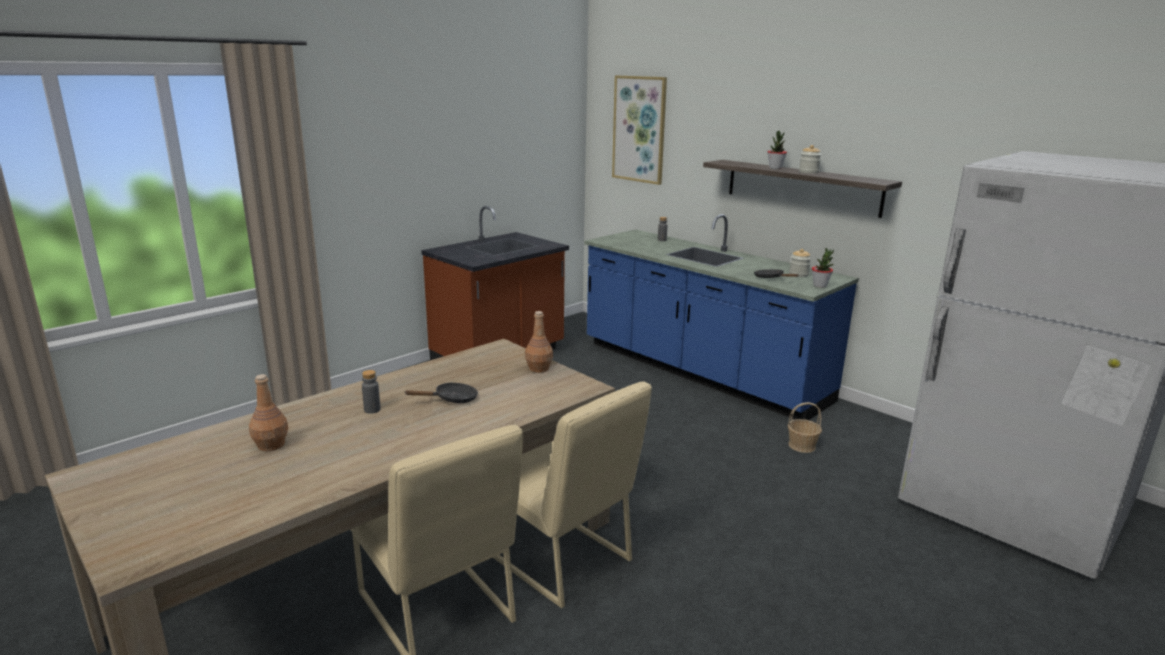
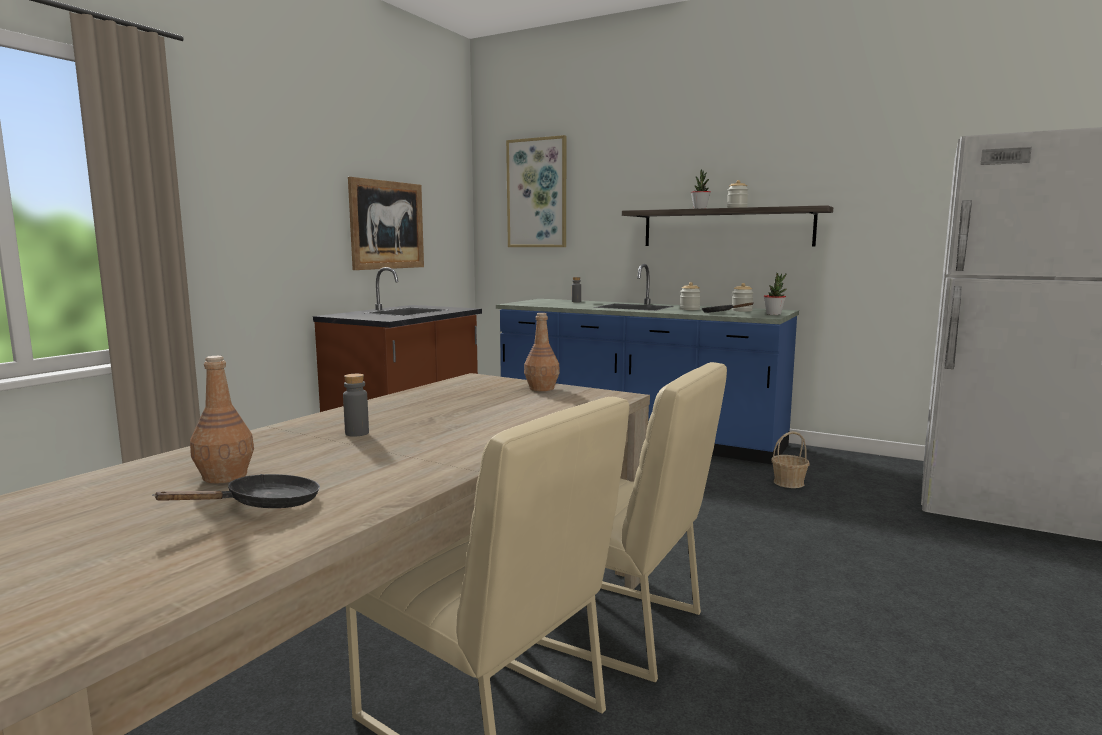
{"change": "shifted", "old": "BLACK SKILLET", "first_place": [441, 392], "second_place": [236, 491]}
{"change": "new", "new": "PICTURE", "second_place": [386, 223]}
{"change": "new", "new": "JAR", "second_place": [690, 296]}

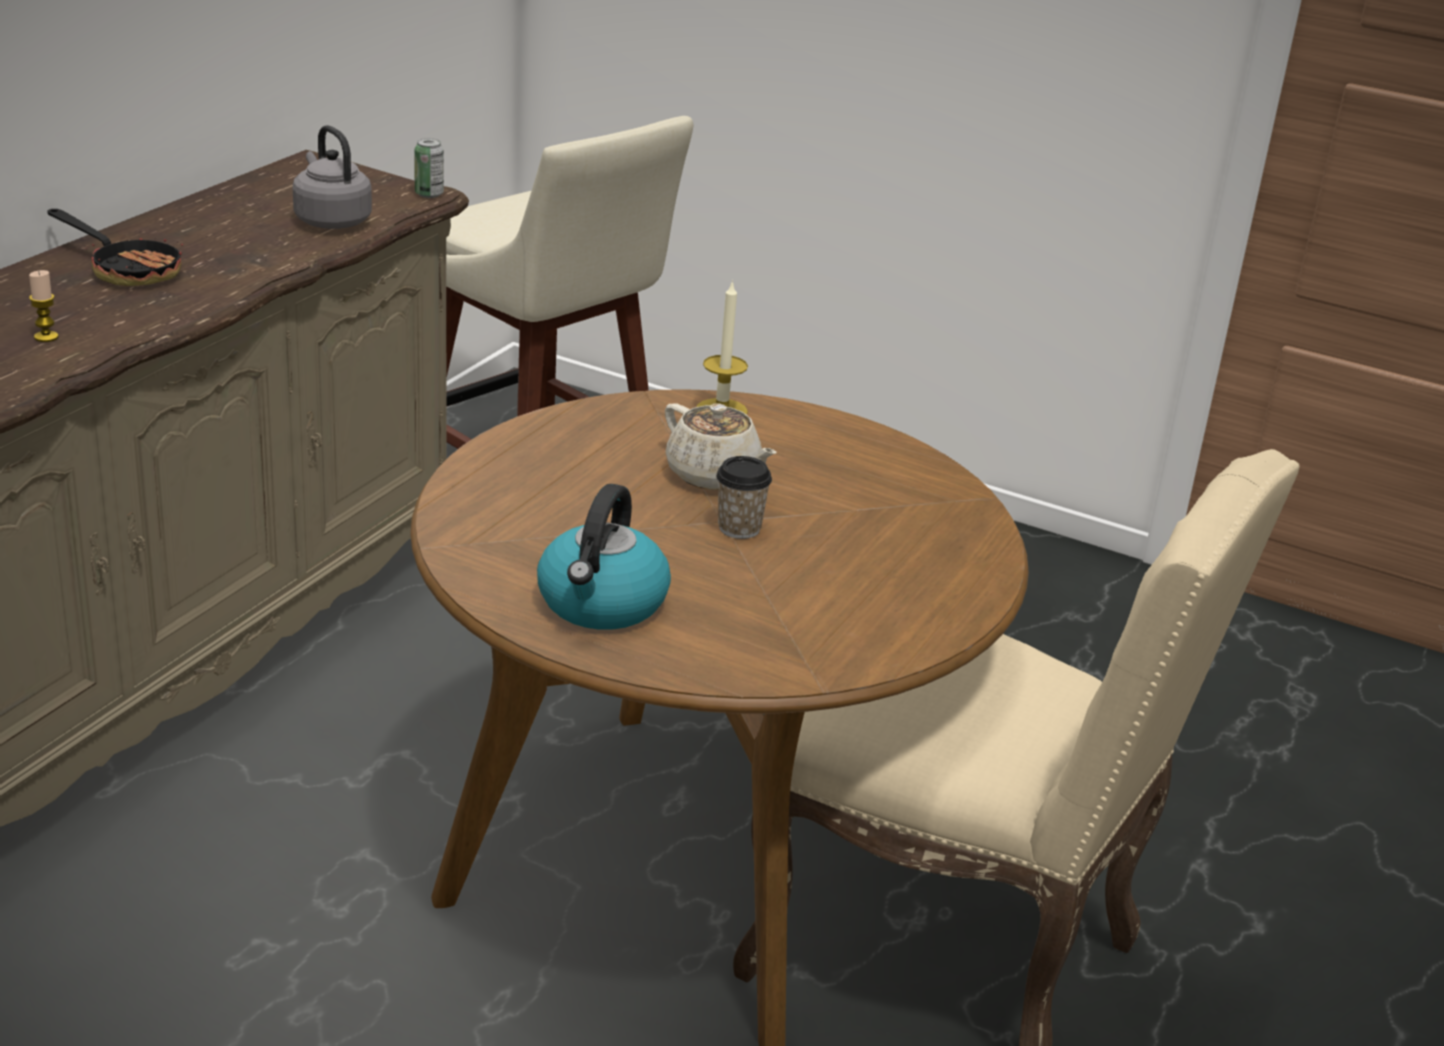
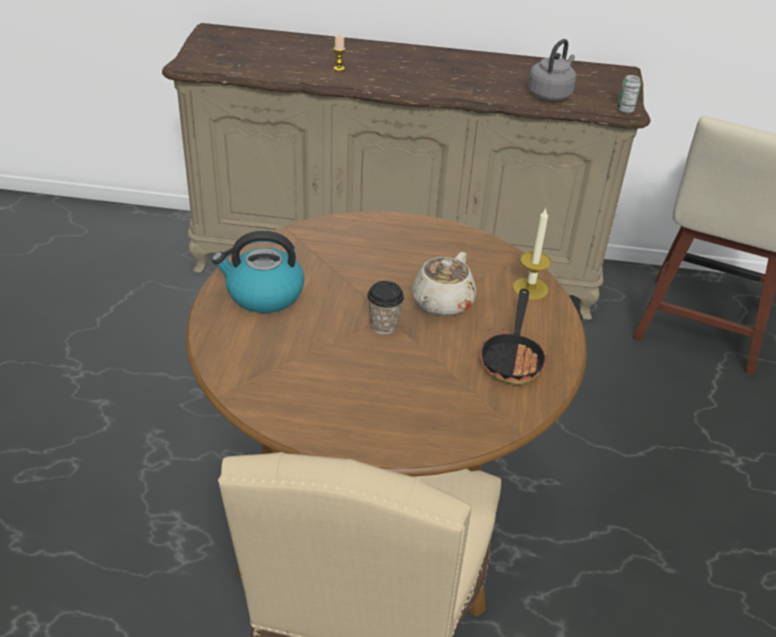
{"change": "shifted", "old": "SKILLET", "first_place": [115, 247], "second_place": [514, 337]}

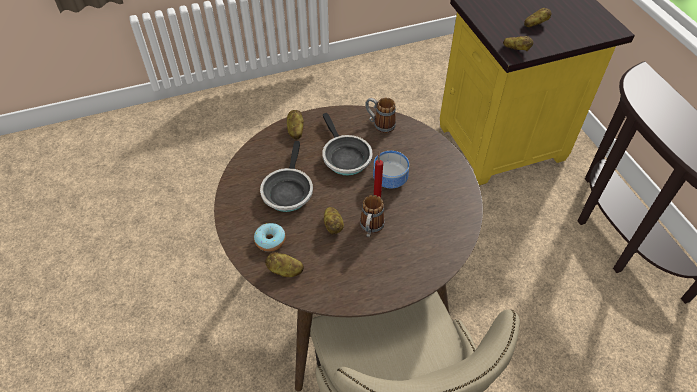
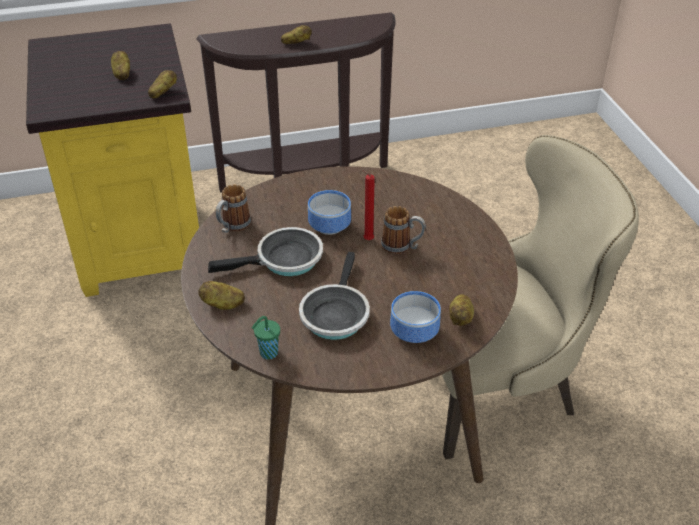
{"change": "new", "new": "GREENISH DRINKING CUP", "second_place": [266, 337]}
{"change": "shifted", "old": "WHOLE POTATO", "first_place": [334, 221], "second_place": [296, 34]}
{"change": "rotated", "old": "SKILLET", "first_place": [286, 176], "second_place": [334, 296], "degrees": 90}
{"change": "swapped", "old": "DONUT", "new": "BOWL", "first_place": [270, 237], "second_place": [415, 317]}

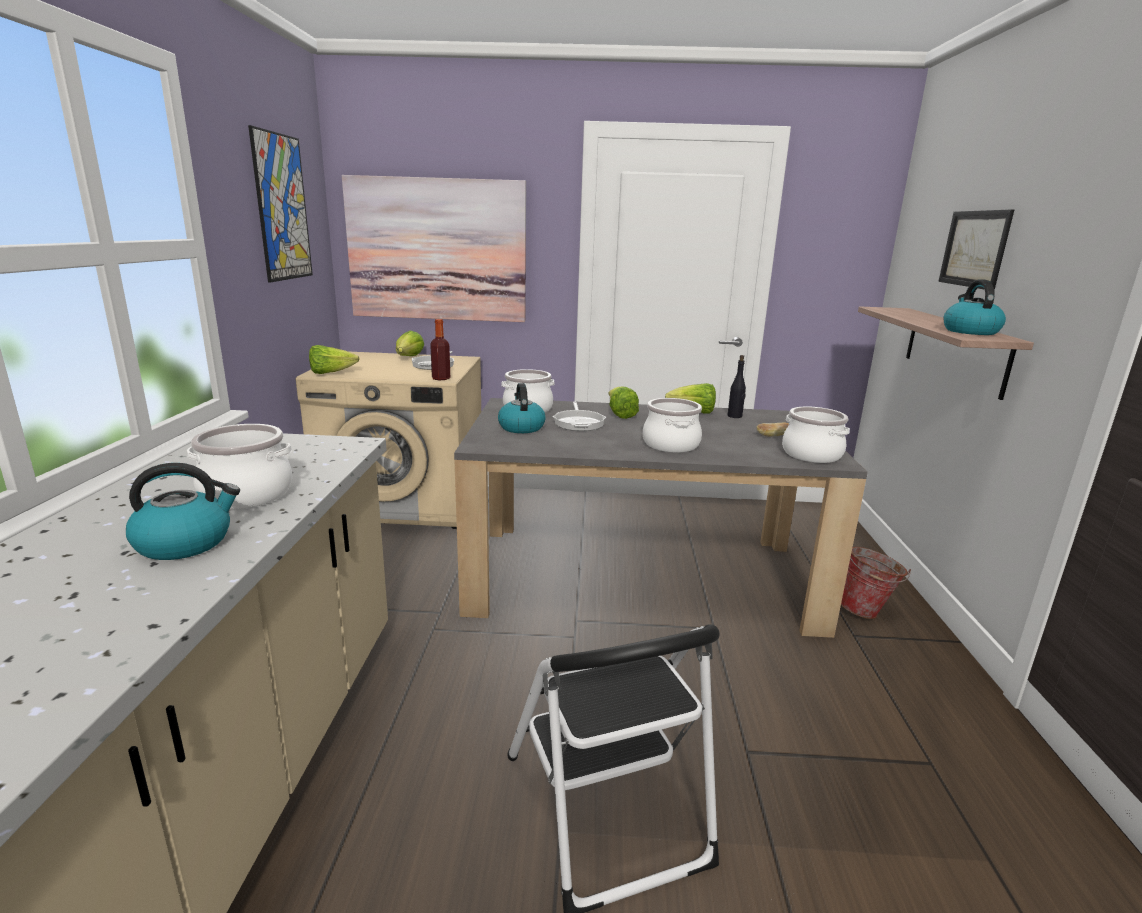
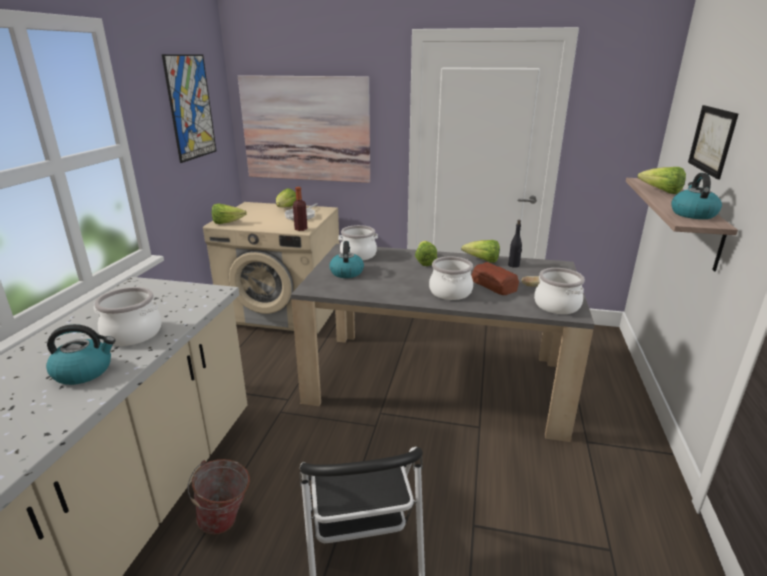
{"change": "shifted", "old": "PAIL", "first_place": [876, 583], "second_place": [219, 497]}
{"change": "new", "new": "BREAD", "second_place": [495, 278]}
{"change": "new", "new": "LETTUCE", "second_place": [662, 180]}
{"change": "gone", "old": "SKILLET", "first_place": [579, 416]}

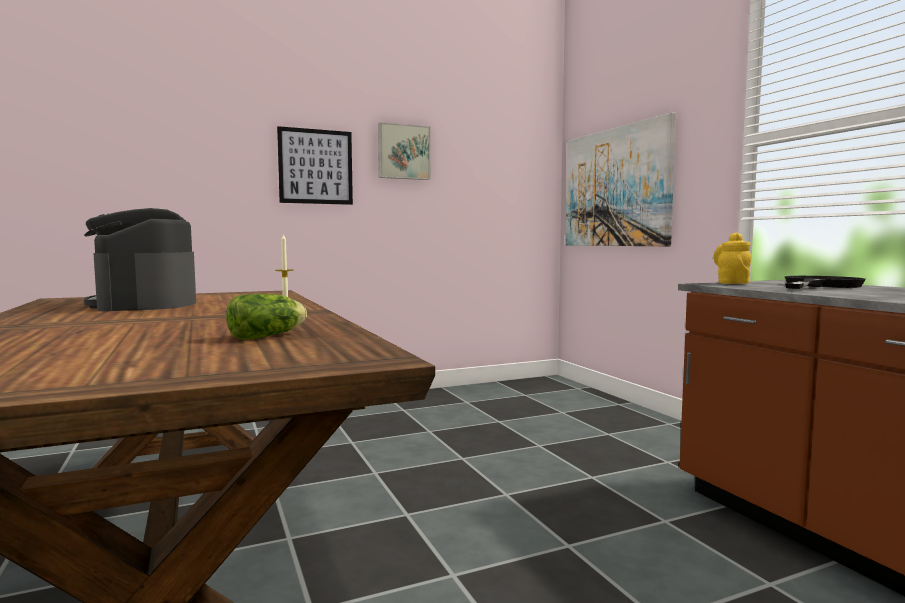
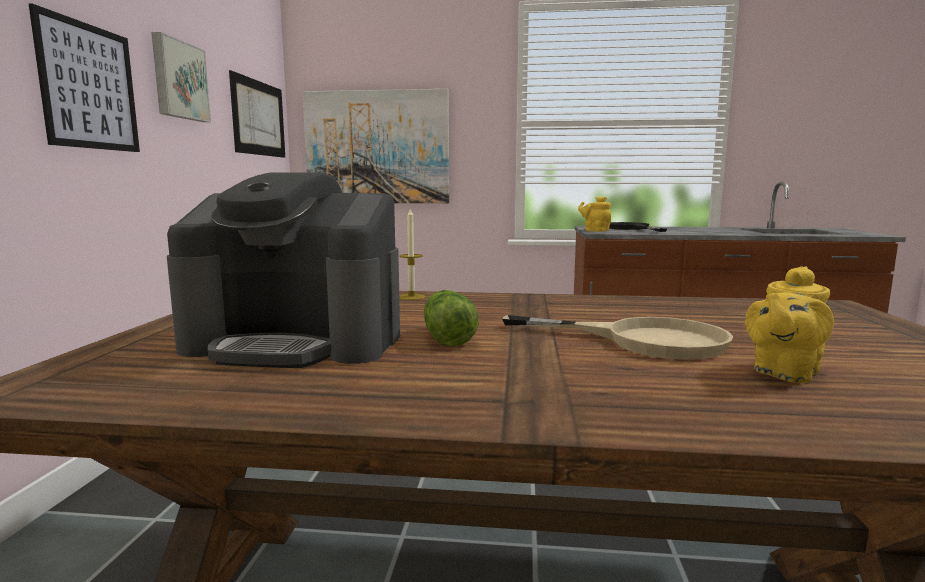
{"change": "new", "new": "PICTURE", "second_place": [257, 114]}
{"change": "shifted", "old": "LETTUCE", "first_place": [266, 317], "second_place": [451, 318]}
{"change": "new", "new": "BEIGE SKILLET", "second_place": [618, 337]}
{"change": "new", "new": "YELLOW TEA POT", "second_place": [789, 324]}

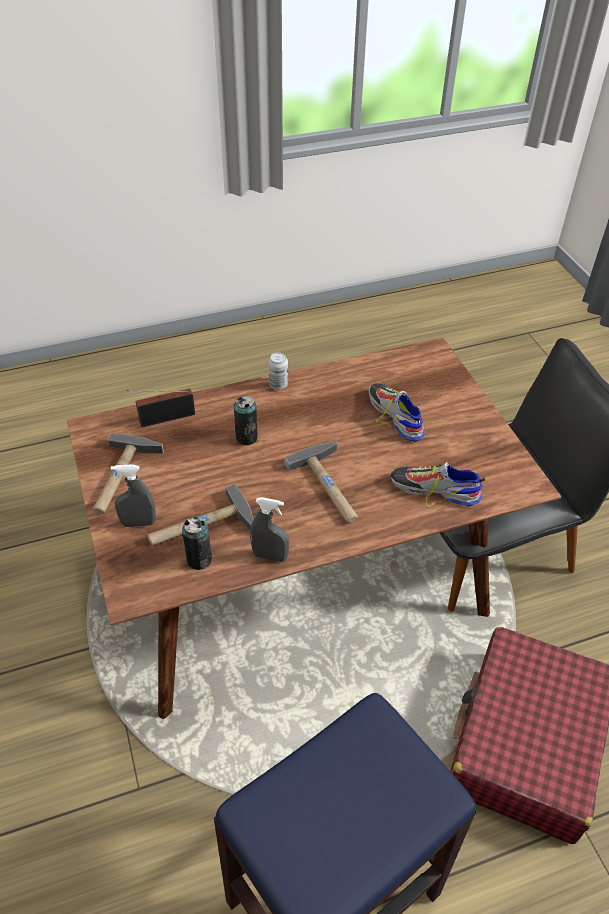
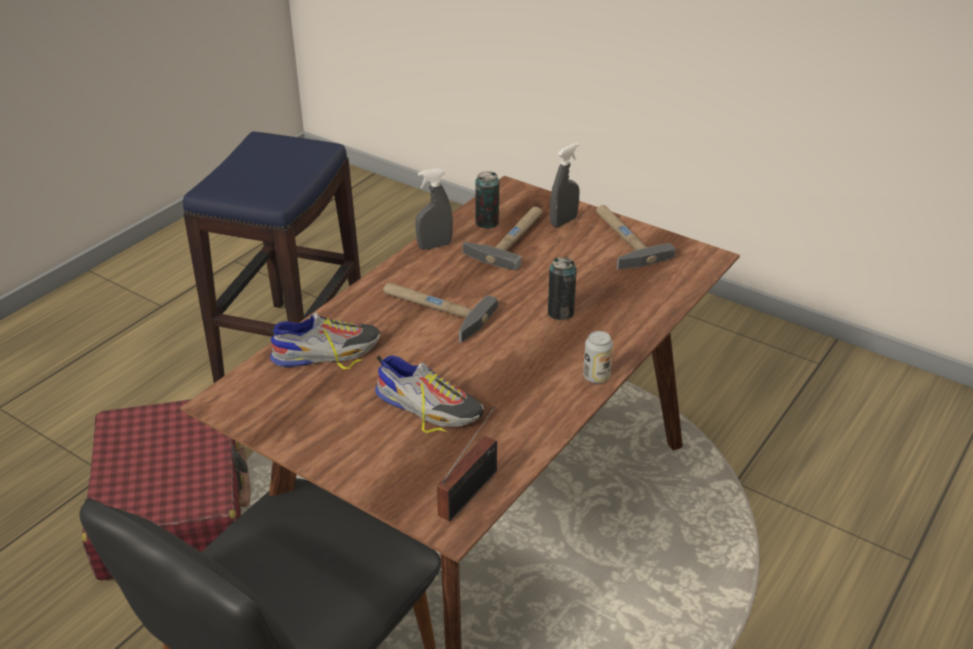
{"change": "shifted", "old": "RADIO", "first_place": [161, 407], "second_place": [467, 463]}

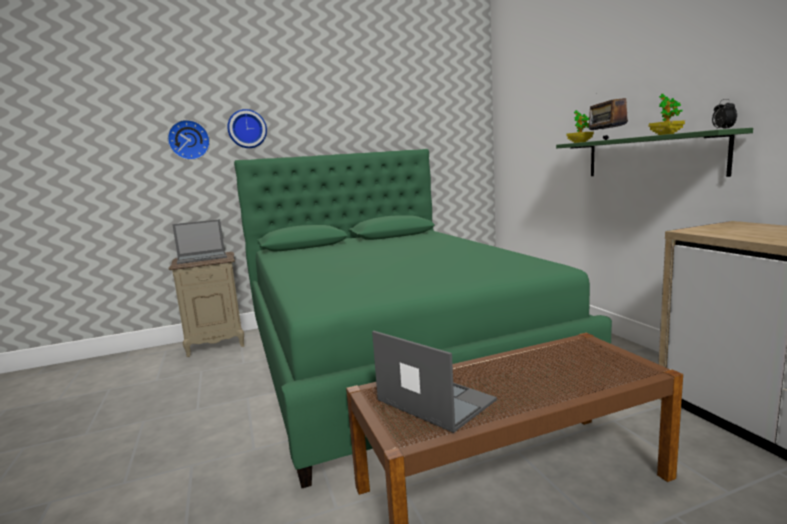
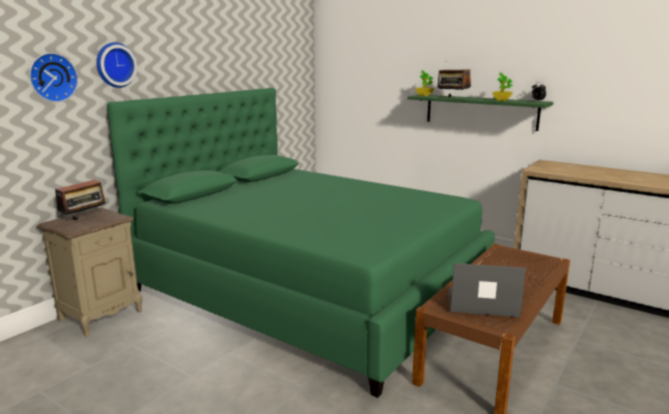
{"change": "swapped", "old": "PORTABLE COMPUTER", "new": "RADIO", "first_place": [199, 241], "second_place": [81, 200]}

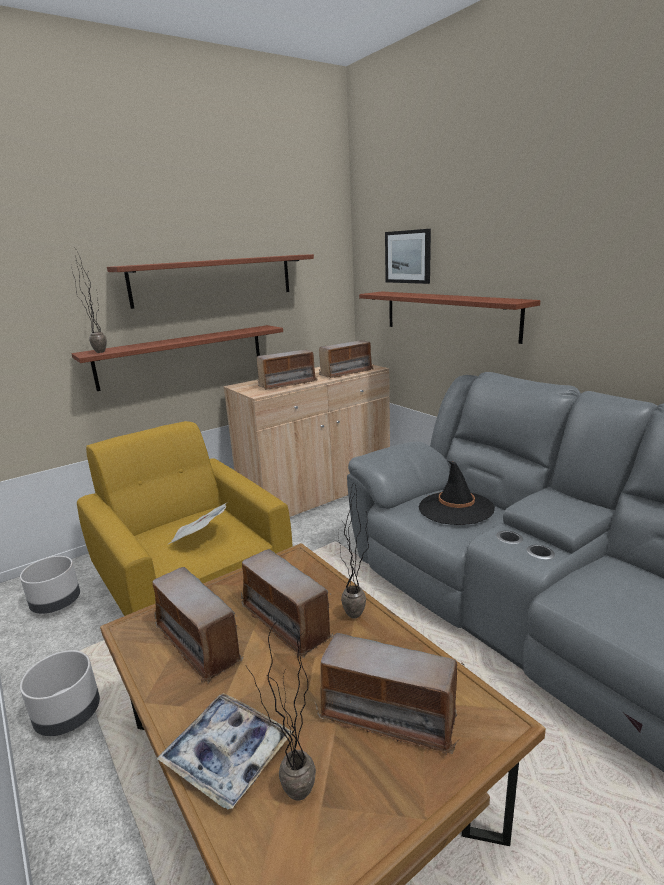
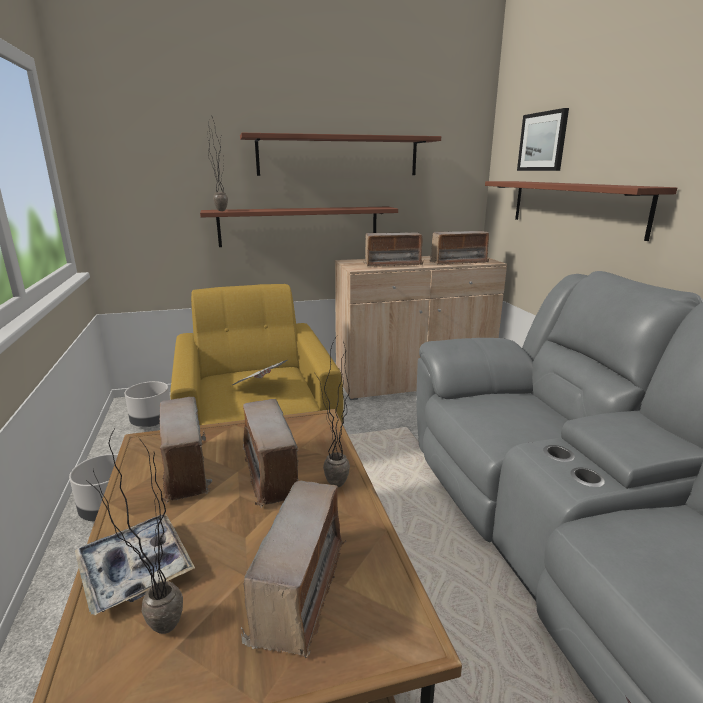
{"change": "rotated", "old": "RADIO", "first_place": [389, 694], "second_place": [293, 568], "degrees": -120}
{"change": "gone", "old": "BLACK CLOTHING HAT", "first_place": [457, 493]}

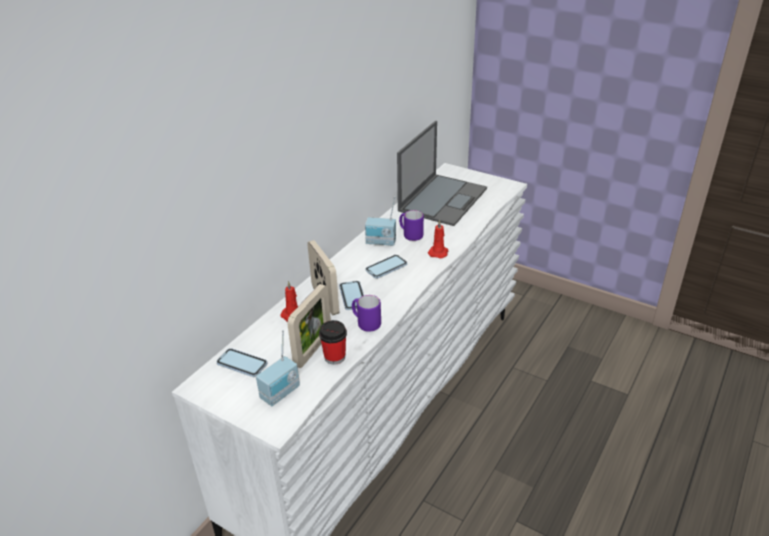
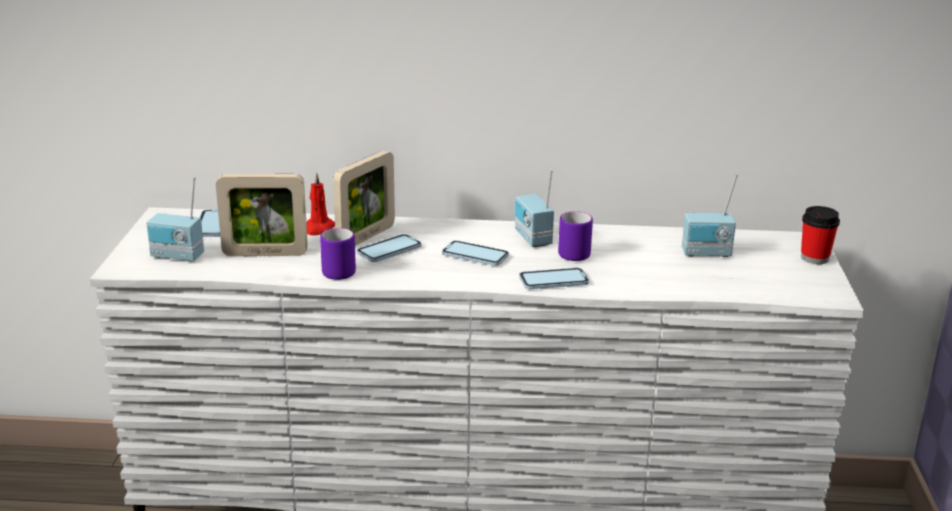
{"change": "swapped", "old": "REDDISH WAX CANDLE", "new": "PHONE", "first_place": [438, 239], "second_place": [554, 278]}
{"change": "swapped", "old": "PORTABLE COMPUTER", "new": "RADIO", "first_place": [442, 173], "second_place": [710, 215]}
{"change": "shifted", "old": "DRINKING CUP", "first_place": [333, 342], "second_place": [820, 235]}

